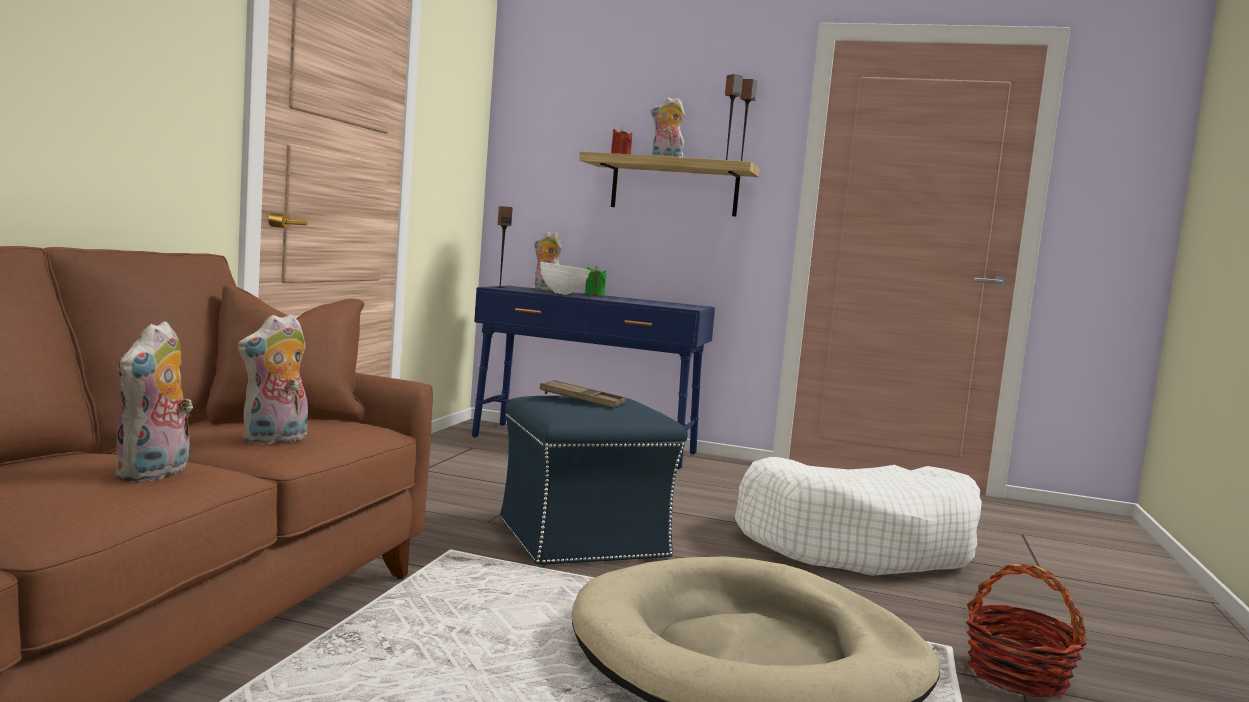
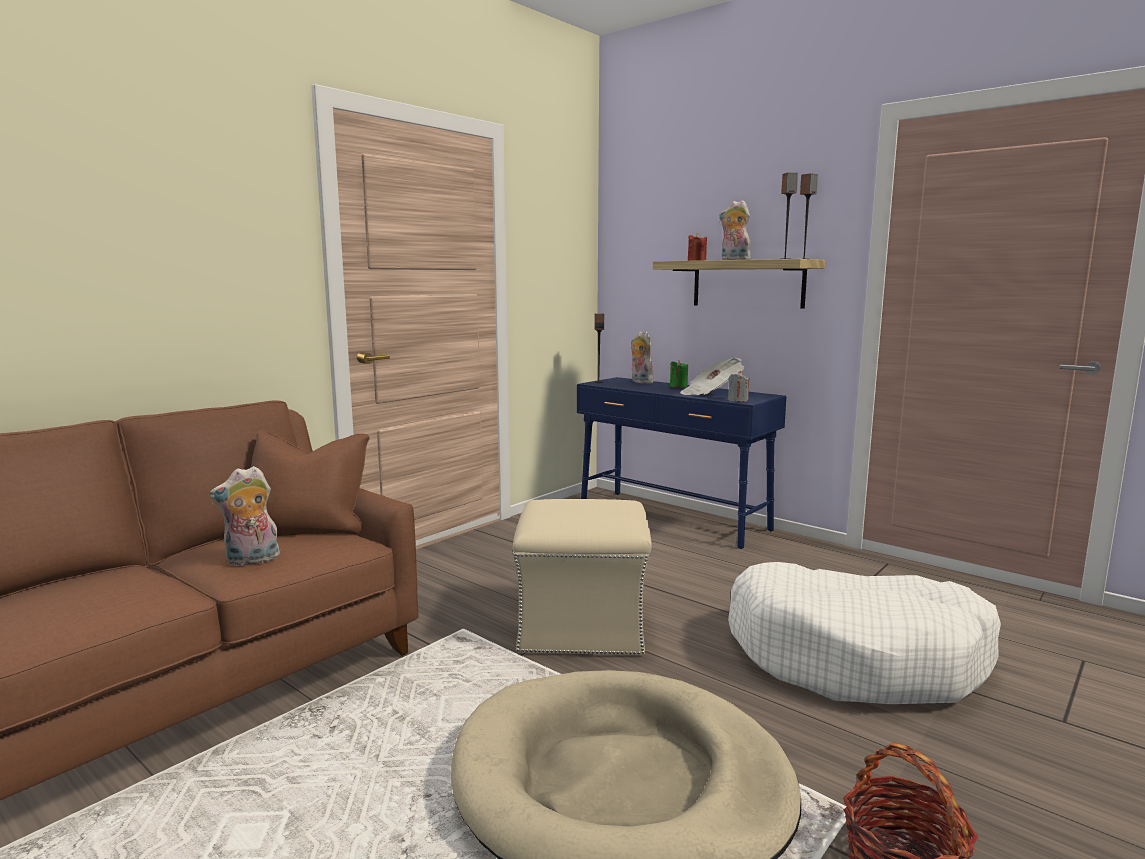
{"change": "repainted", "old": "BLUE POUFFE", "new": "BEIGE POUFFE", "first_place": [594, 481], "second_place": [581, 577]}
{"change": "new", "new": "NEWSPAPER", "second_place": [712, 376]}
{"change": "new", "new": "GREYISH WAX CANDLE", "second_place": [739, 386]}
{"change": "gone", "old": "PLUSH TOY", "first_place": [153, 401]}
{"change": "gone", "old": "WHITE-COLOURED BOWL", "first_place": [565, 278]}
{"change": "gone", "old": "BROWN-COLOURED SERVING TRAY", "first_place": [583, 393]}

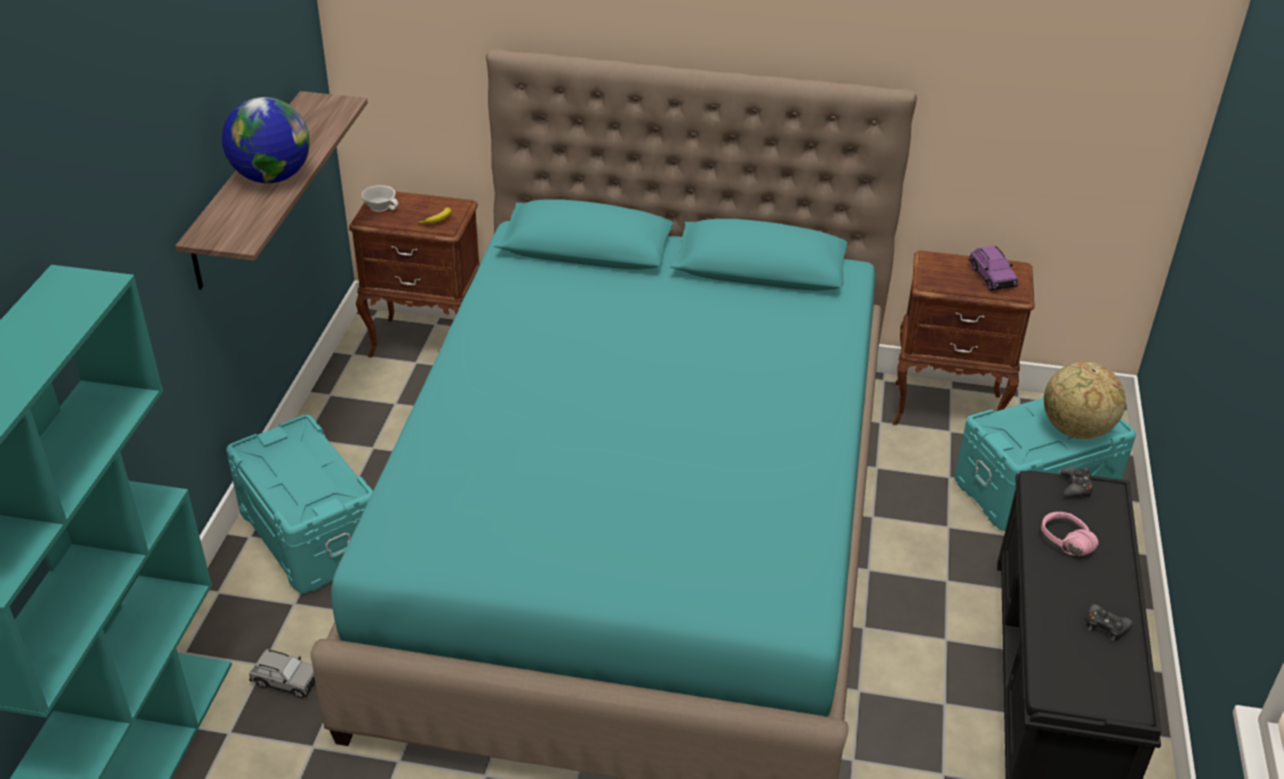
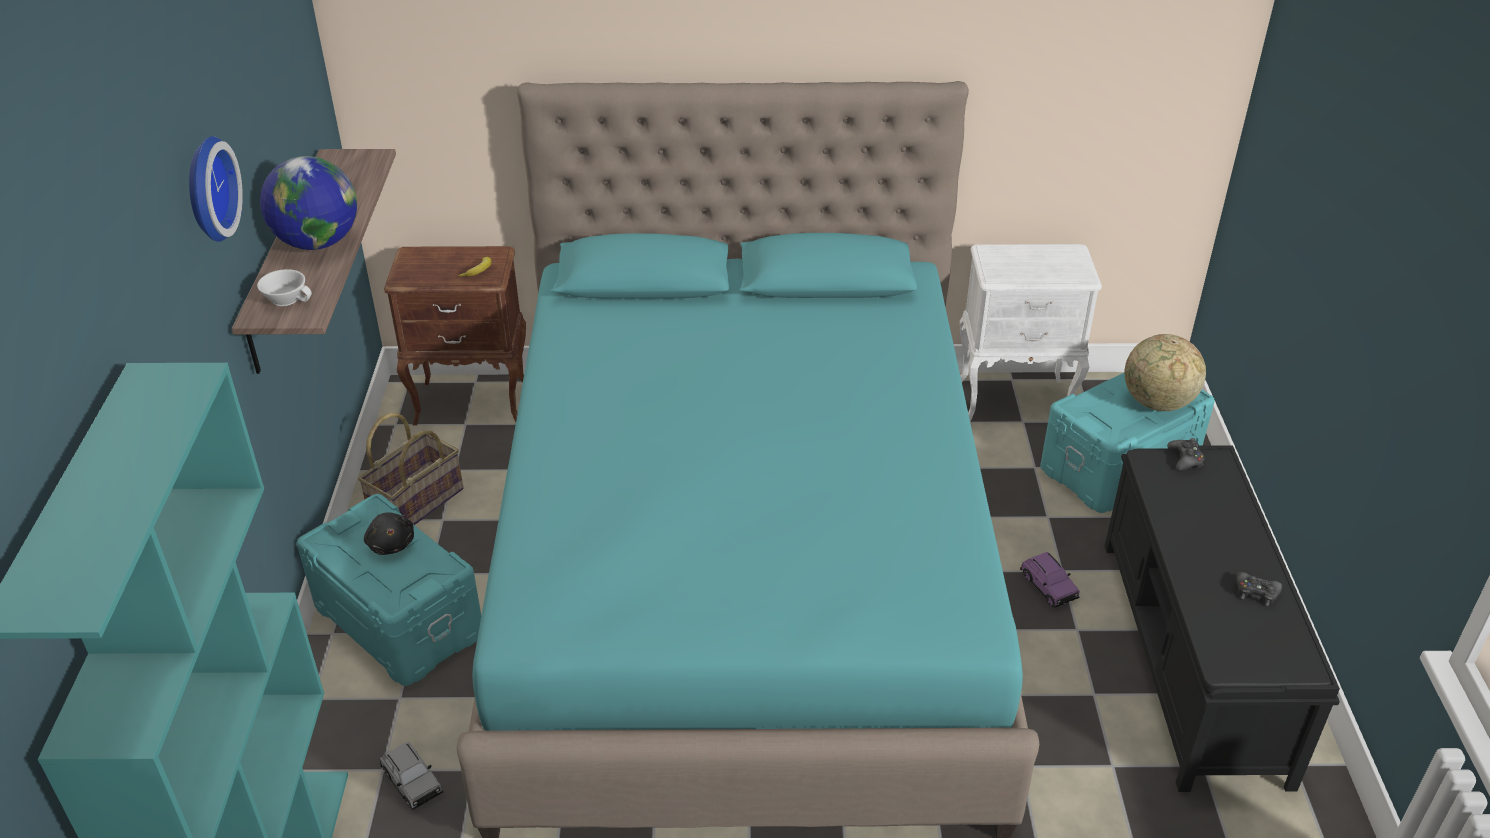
{"change": "new", "new": "WALL CLOCK", "second_place": [216, 189]}
{"change": "shifted", "old": "WHITE-COLOURED DRINKING CUP", "first_place": [380, 198], "second_place": [284, 287]}
{"change": "new", "new": "BASKET", "second_place": [411, 469]}
{"change": "new", "new": "BLACK PLUSH TOY", "second_place": [389, 533]}
{"change": "rotated", "old": "GREYISH TOY CAR", "first_place": [282, 673], "second_place": [411, 776], "degrees": 45}
{"change": "repainted", "old": "BROWN-COLOURED BEDSIDE TABLE", "new": "WHITE-COLOURED BEDSIDE TABLE", "first_place": [963, 337], "second_place": [1031, 333]}
{"change": "shifted", "old": "PURPLISH TOY CAR", "first_place": [993, 268], "second_place": [1050, 580]}
{"change": "gone", "old": "PINK-COLOURED HEADPHONES", "first_place": [1070, 534]}

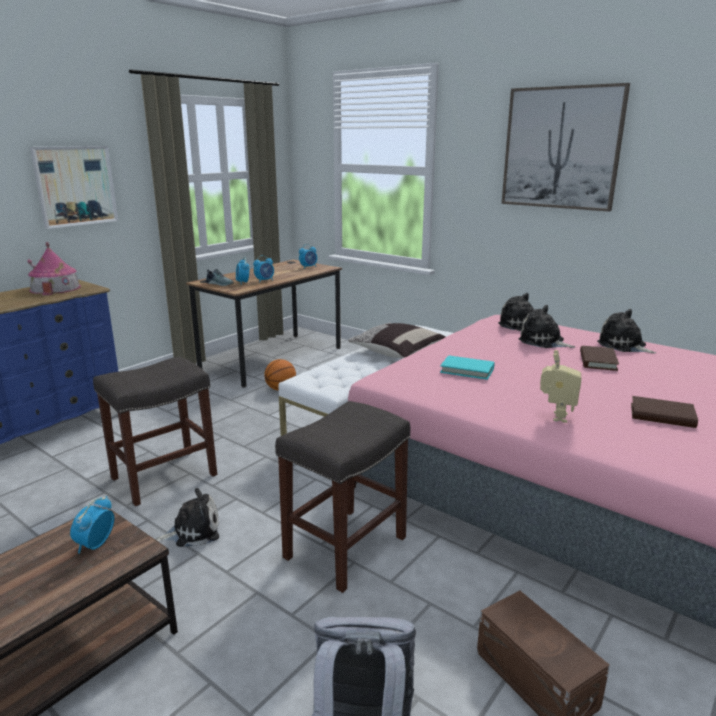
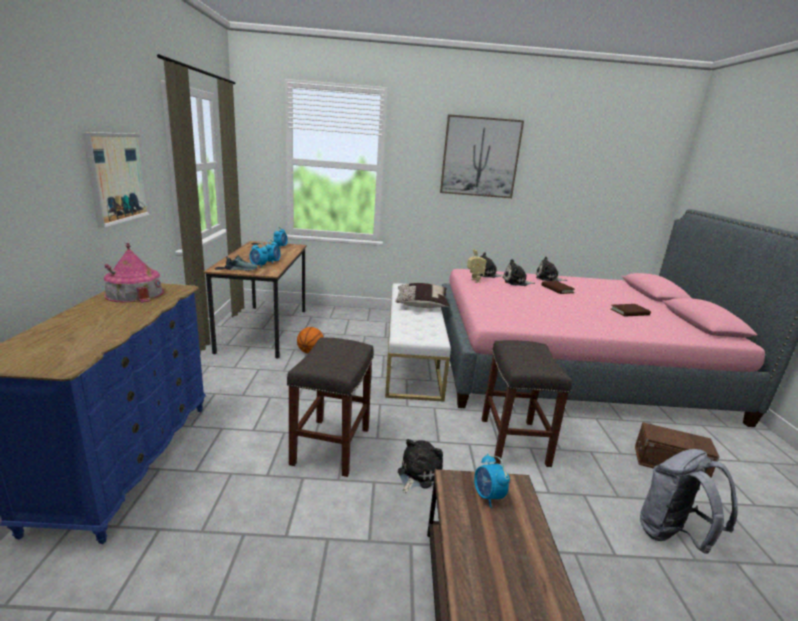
{"change": "shifted", "old": "ROBOT FIGURE", "first_place": [561, 386], "second_place": [476, 266]}
{"change": "gone", "old": "TURQUOISE-COLOURED BOUND BOOK", "first_place": [467, 367]}

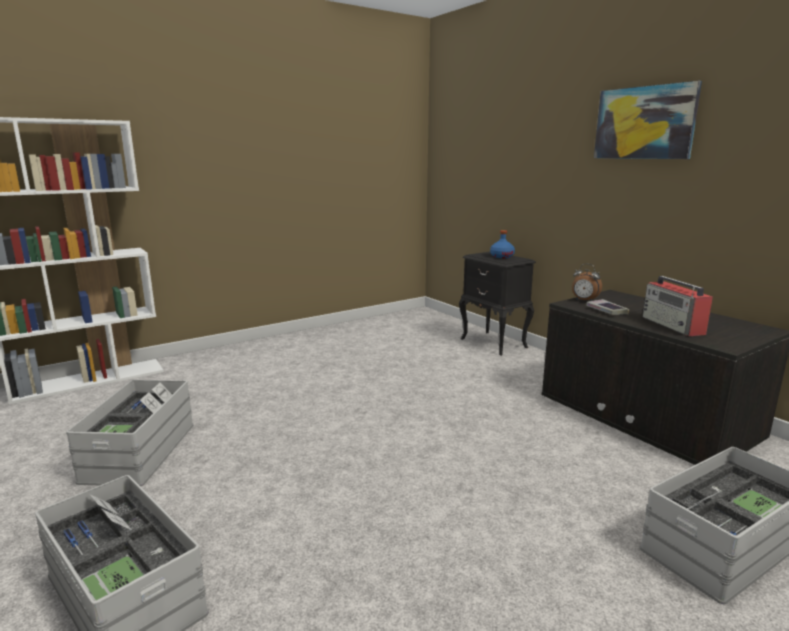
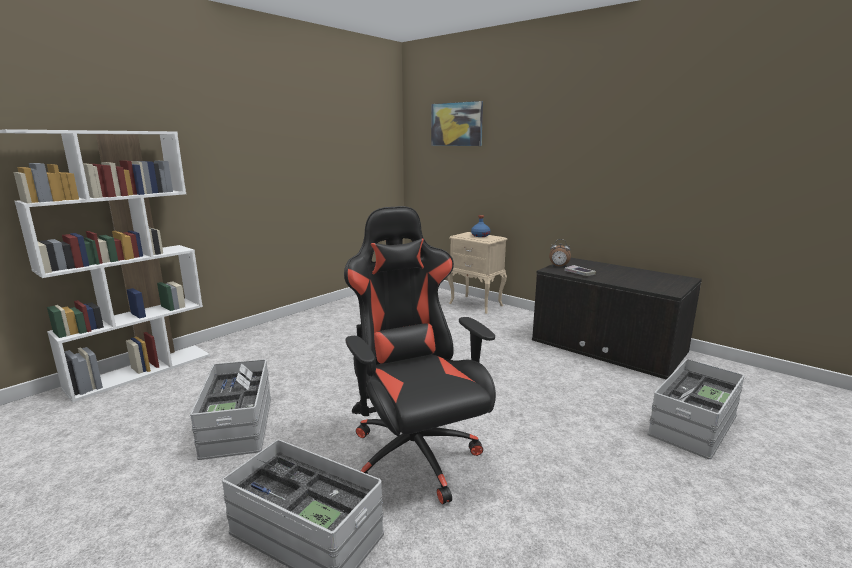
{"change": "new", "new": "BLACK COMPUTER CHAIR", "second_place": [420, 355]}
{"change": "shifted", "old": "PICTURE", "first_place": [648, 120], "second_place": [457, 123]}
{"change": "repainted", "old": "BLACK BEDSIDE TABLE", "new": "BEIGE BEDSIDE TABLE", "first_place": [497, 304], "second_place": [477, 273]}
{"change": "gone", "old": "RADIO", "first_place": [677, 306]}

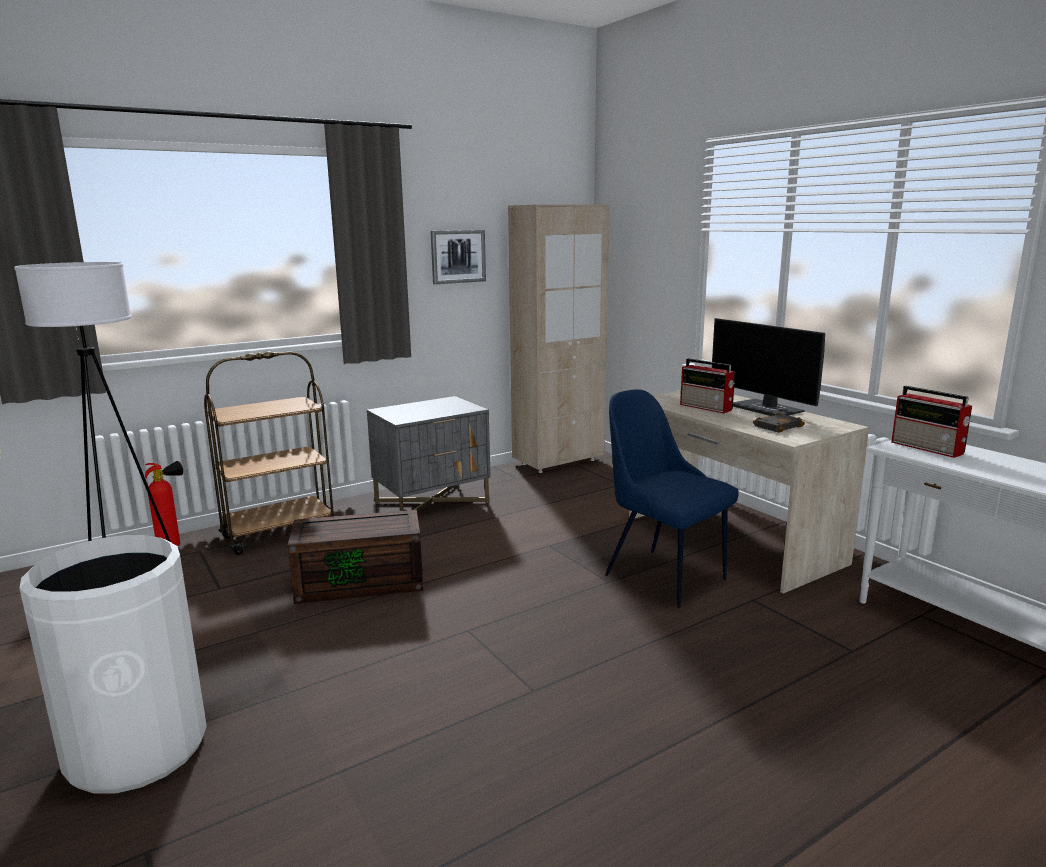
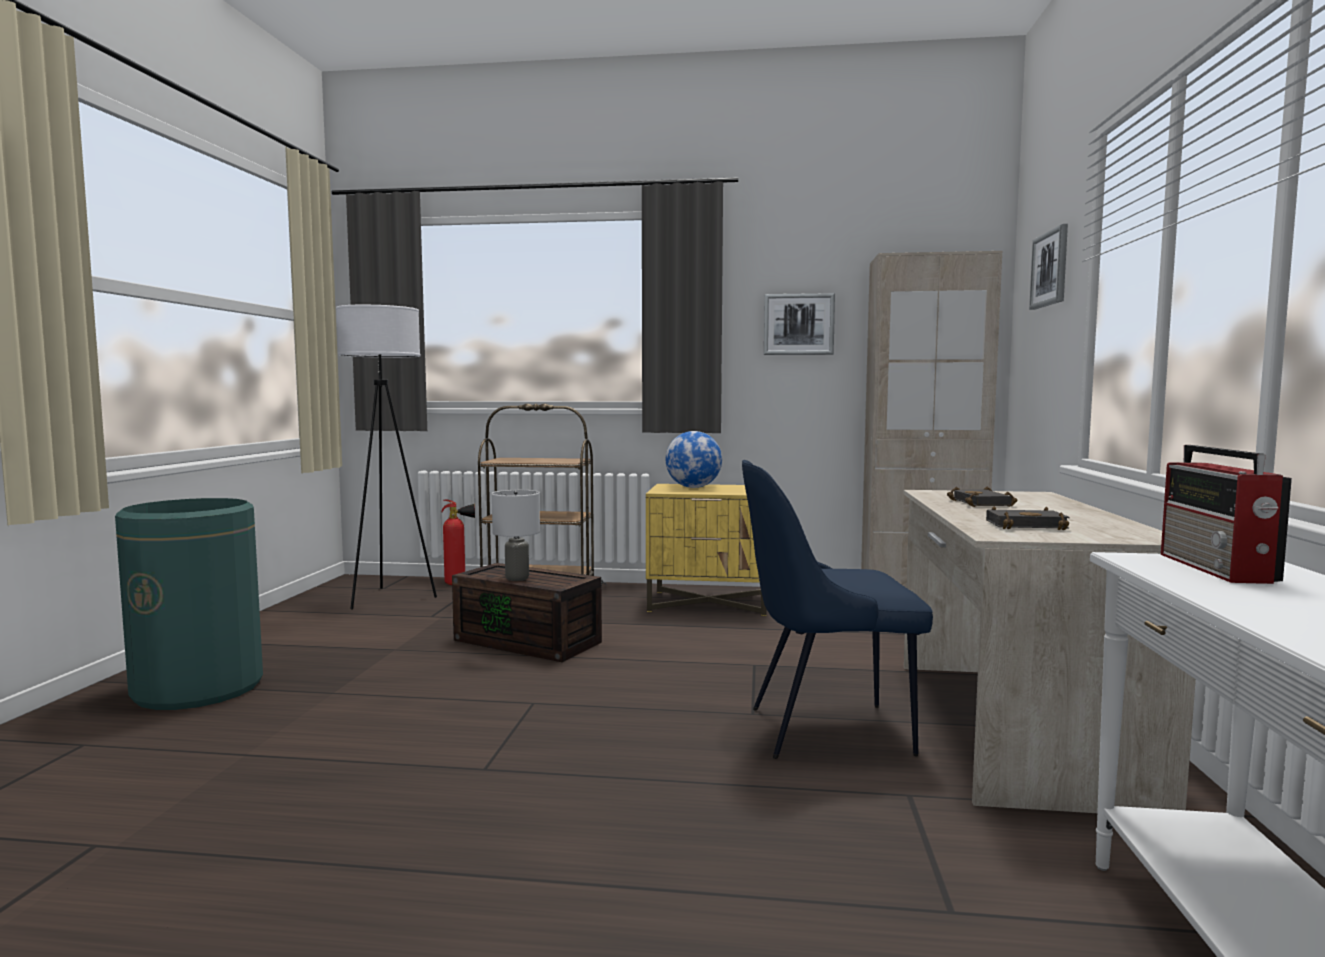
{"change": "repainted", "old": "WHITE-COLOURED WASTE BIN", "new": "GREENISH WASTE BIN", "first_place": [113, 664], "second_place": [189, 604]}
{"change": "new", "new": "WHITE-COLOURED TABLE LAMP", "second_place": [516, 535]}
{"change": "repainted", "old": "GREYISH BEDSIDE TABLE", "new": "YELLOW BEDSIDE TABLE", "first_place": [428, 454], "second_place": [706, 550]}
{"change": "new", "new": "DESK GLOBE", "second_place": [694, 459]}
{"change": "rotated", "old": "BLUE PLAIN CHAIR", "first_place": [672, 498], "second_place": [837, 609], "degrees": -90}
{"change": "swapped", "old": "RADIO", "new": "BLACK BOUND BOOK", "first_place": [707, 386], "second_place": [982, 497]}
{"change": "new", "new": "PICTURE", "second_place": [1048, 267]}
{"change": "gone", "old": "MONITOR", "first_place": [768, 367]}

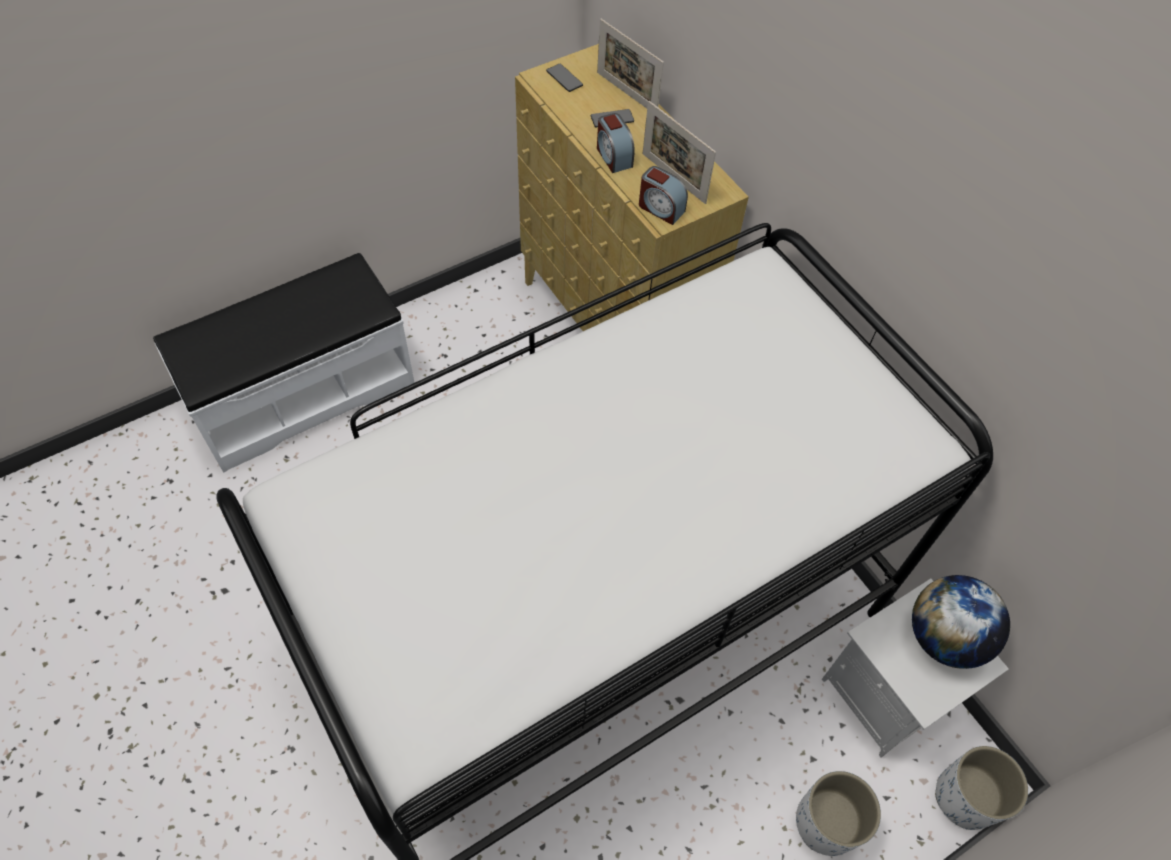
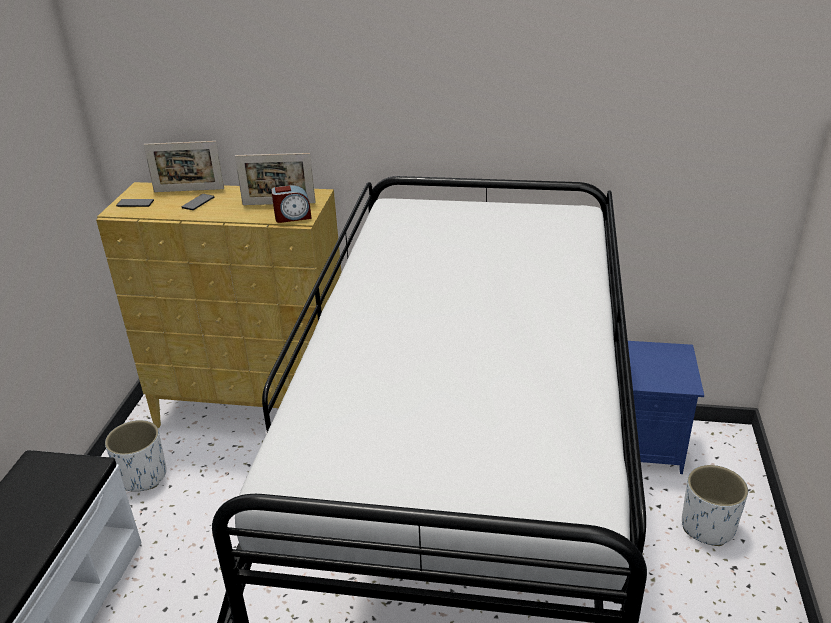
{"change": "shifted", "old": "WHITE-COLOURED FLOWER POT", "first_place": [981, 788], "second_place": [136, 456]}
{"change": "repainted", "old": "GREYISH BEDSIDE TABLE", "new": "BLUE BEDSIDE TABLE", "first_place": [915, 668], "second_place": [666, 407]}
{"change": "gone", "old": "BEDSIDE CLOCK", "first_place": [616, 143]}
{"change": "gone", "old": "DESK GLOBE", "first_place": [961, 622]}

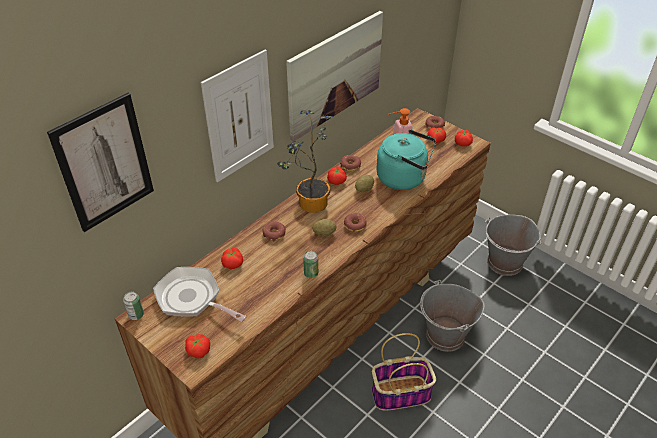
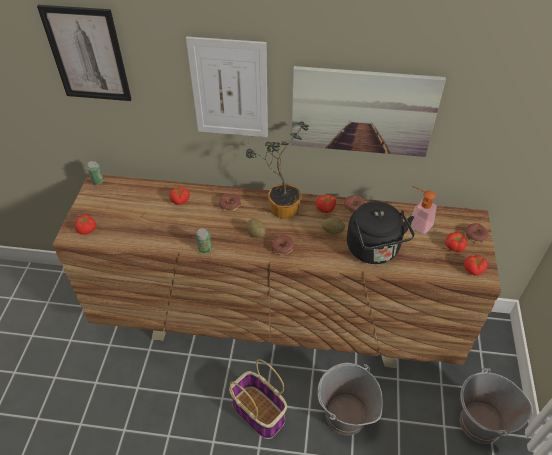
{"change": "repainted", "old": "TURQUOISE-COLOURED TEA KETTLE", "new": "BLACK TEA KETTLE", "first_place": [406, 159], "second_place": [381, 232]}
{"change": "gone", "old": "SKILLET", "first_place": [200, 294]}

